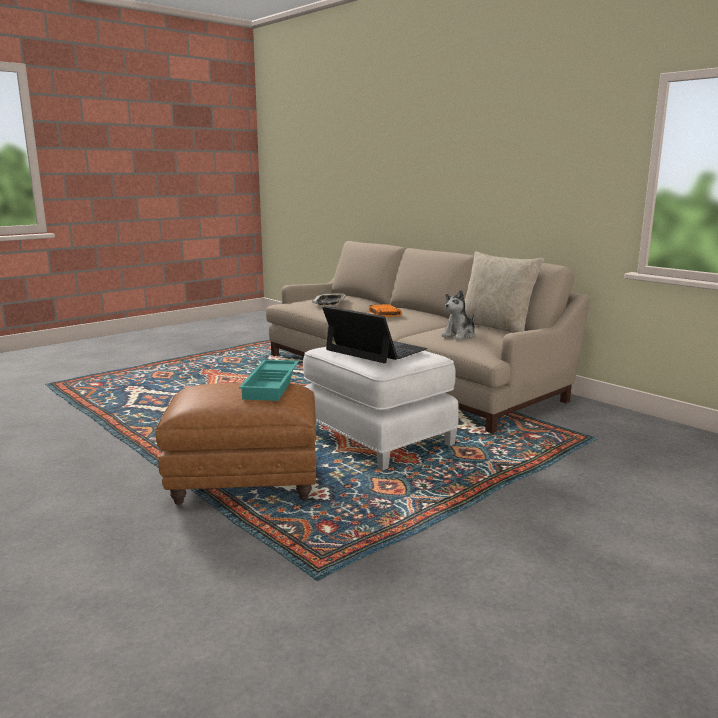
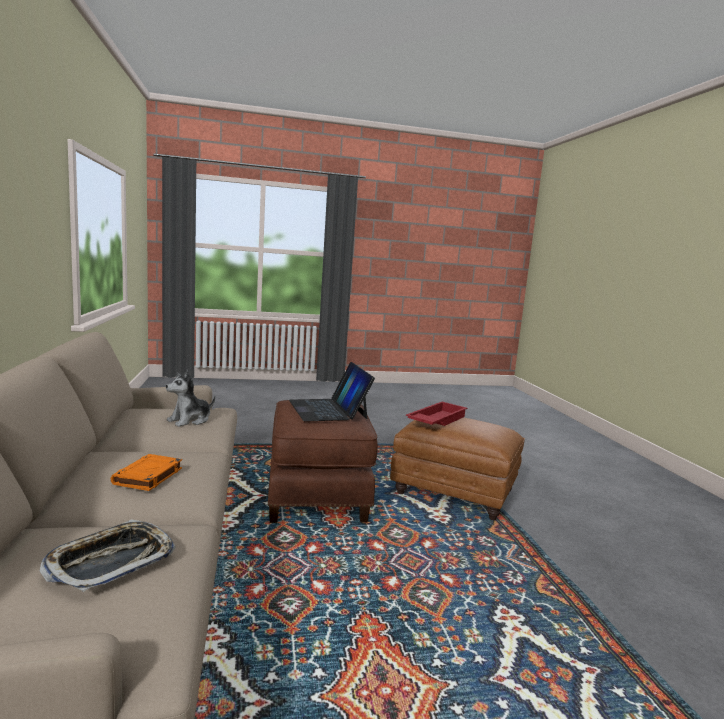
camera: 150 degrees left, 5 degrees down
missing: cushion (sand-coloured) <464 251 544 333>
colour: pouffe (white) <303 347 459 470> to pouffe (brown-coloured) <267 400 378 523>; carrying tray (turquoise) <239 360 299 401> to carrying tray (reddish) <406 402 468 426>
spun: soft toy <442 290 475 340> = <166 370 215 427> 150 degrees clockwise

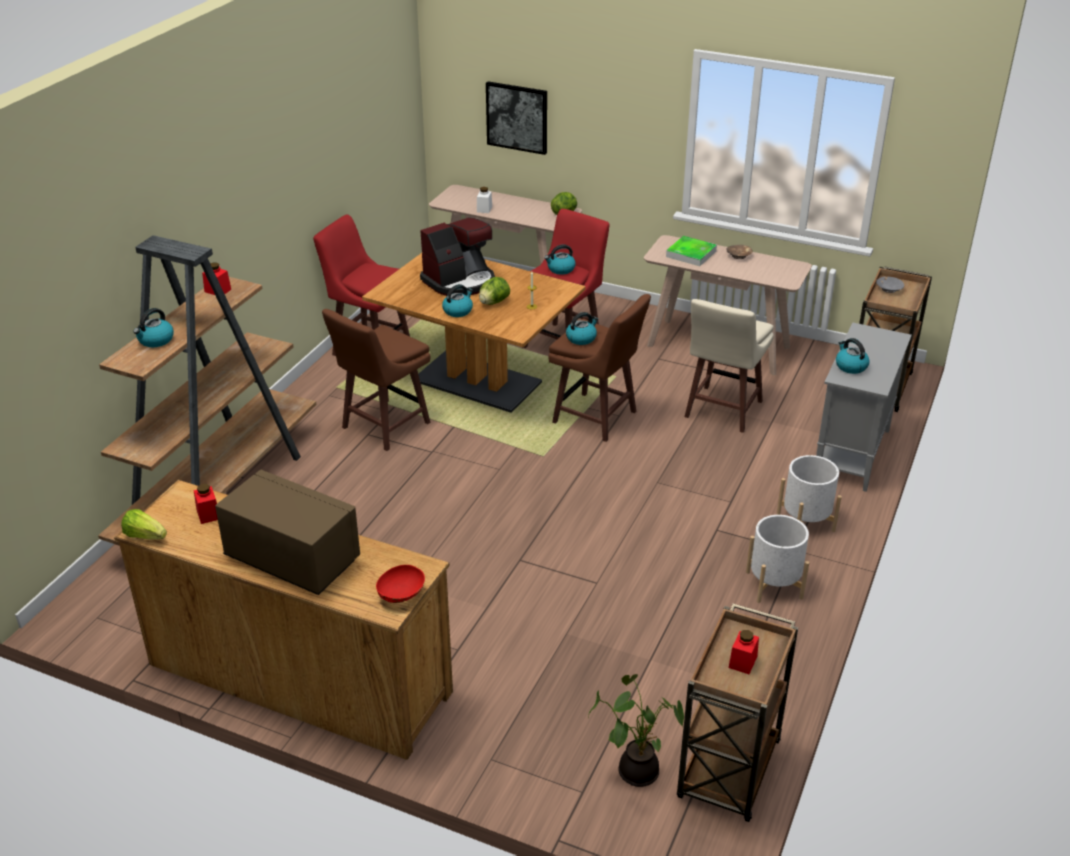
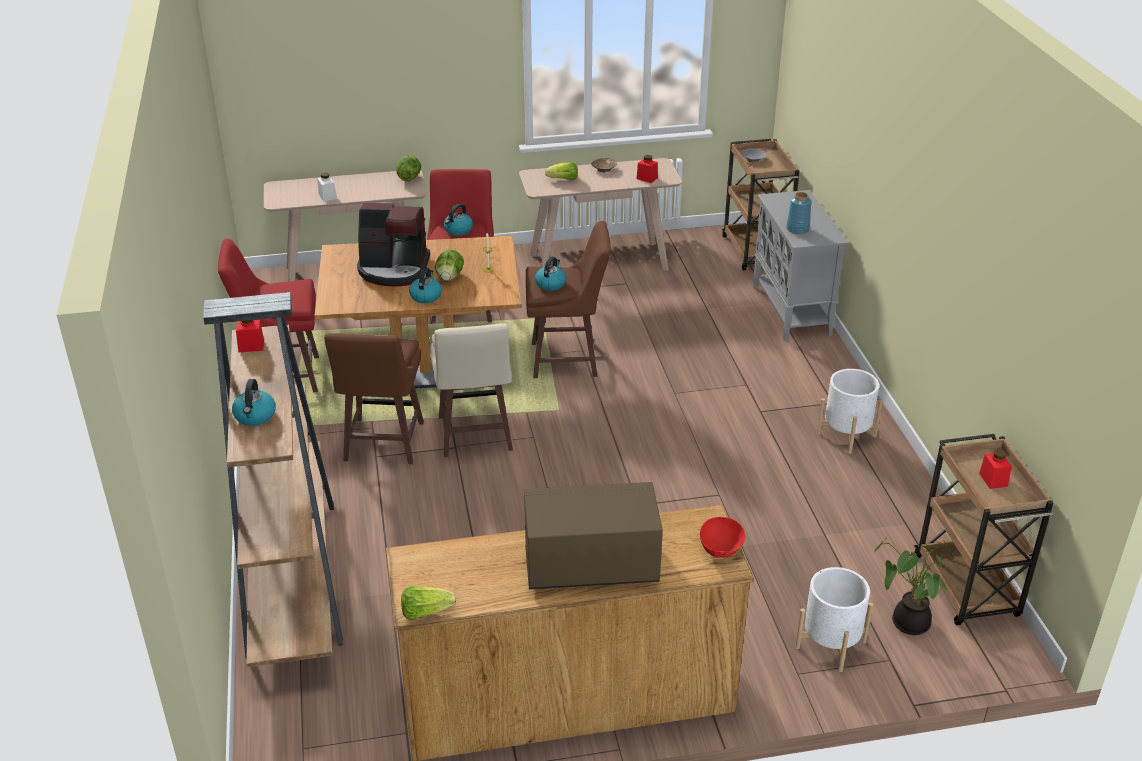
camera: 35 degrees left, 0 degrees up
missing: wall art <486 81 547 155>
relocated: stool seat (sand-coloured) <685 299 774 433> to <431 323 513 457>; plant pot (white) <777 455 842 532> to <795 567 873 672>; preserve jar (reddish) <194 484 218 524> to <637 155 658 183>
exchanged: carrying tray <666 236 717 266> to lettuce head <545 162 578 180>; water kettle <836 338 870 374> to decorative vase (blue-coloured) <786 192 811 234>
spun: coffee brewer <420 217 495 296> = <357 203 430 286> 75 degrees clockwise

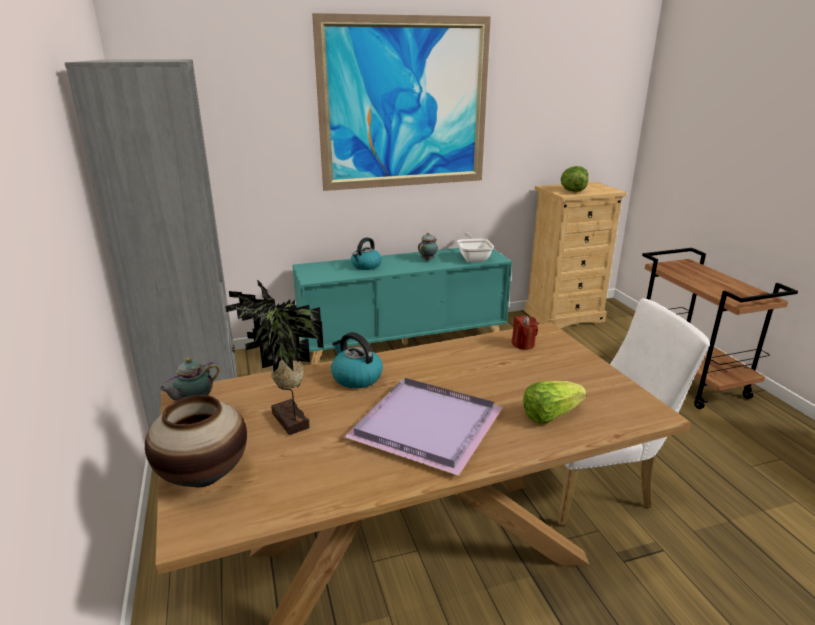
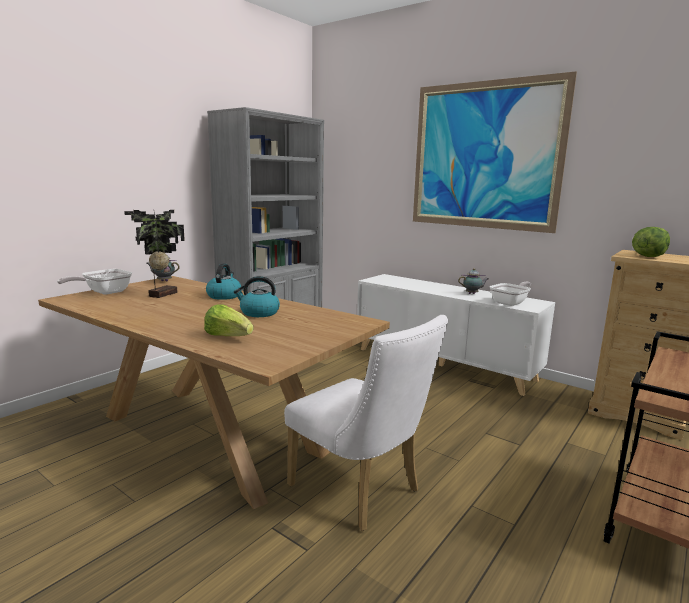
camera: 55 degrees right, 10 degrees down
missing: wax light (reddish) <512 315 538 350>; carrying tray (purplish) <344 378 503 476>
relocated: water kettle <351 237 382 270> to <234 276 280 317>
exchanged: decorative vase <145 395 247 487> to skillet <57 269 132 295>
colour: cabinet (turquoise) <292 248 512 364> to cabinet (white) <357 274 555 396>

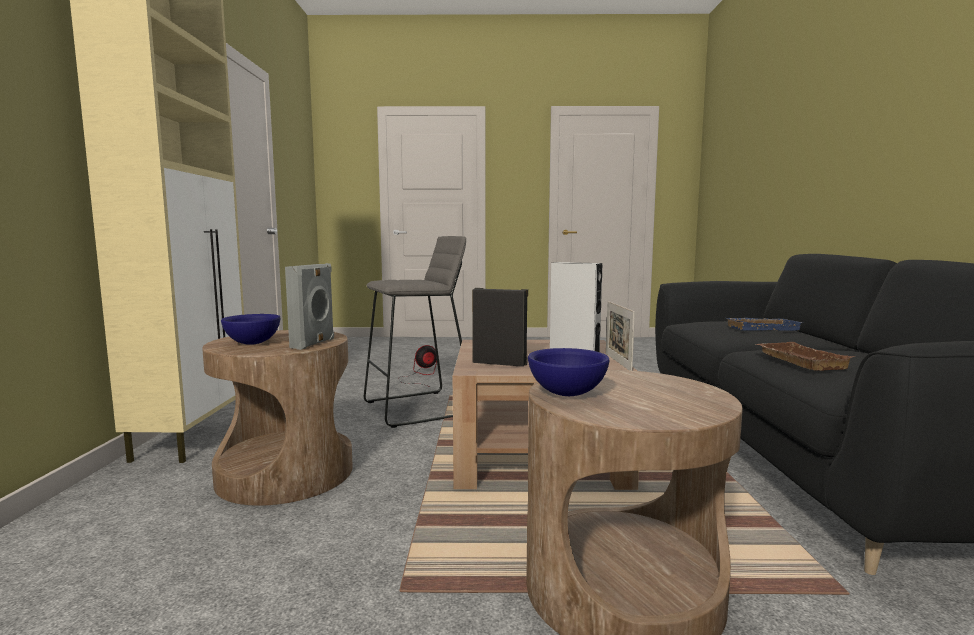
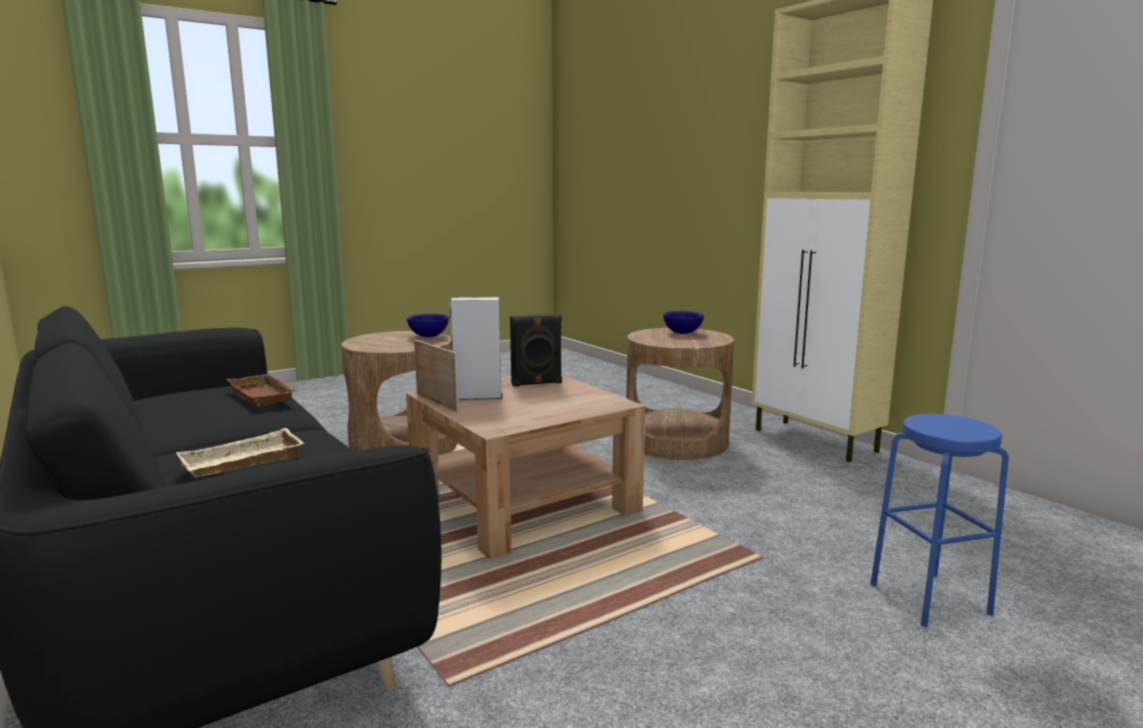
camera: 145 degrees right, 5 degrees up
missing: stool seat (grey) <364 236 466 428>; loudspeaker (grey) <285 263 334 350>
exchanged: fan <398 345 437 388> to stool seat (blue-coloured) <870 414 1009 627>
colour: carrying tray (blue-coloured) <724 317 803 331> to carrying tray (sand-coloured) <176 428 304 477>

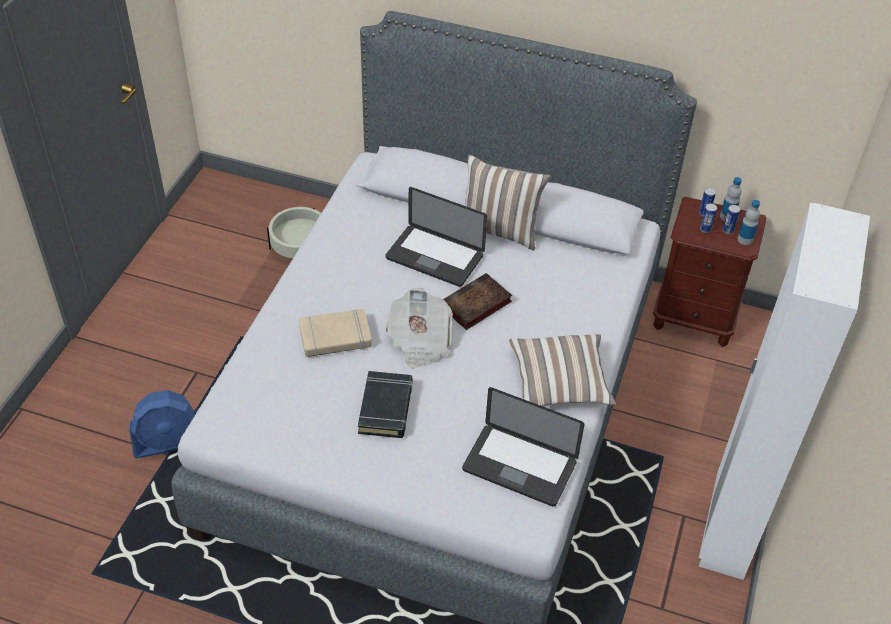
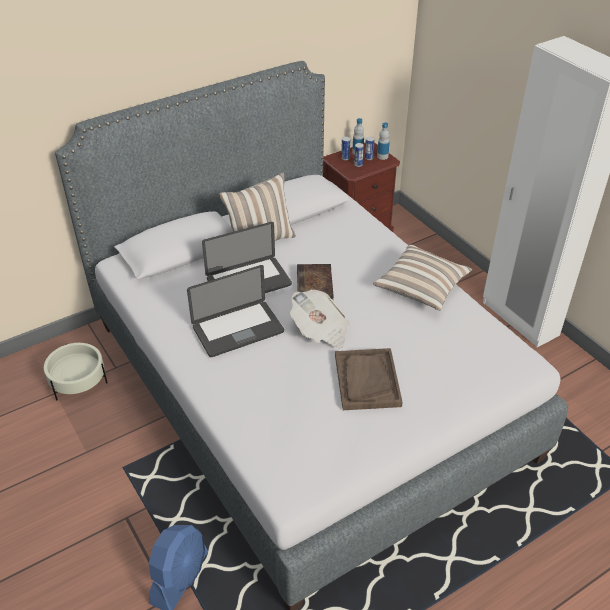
camera: 50 degrees left, 5 degrees down
missing: book (sand-coloured) <299 309 372 357>
relocated: portable computer <462 387 585 507> to <187 265 284 357>
exchanged: book (blackish) <358 371 412 438> to carrying tray (brown-coloured) <335 348 403 410>

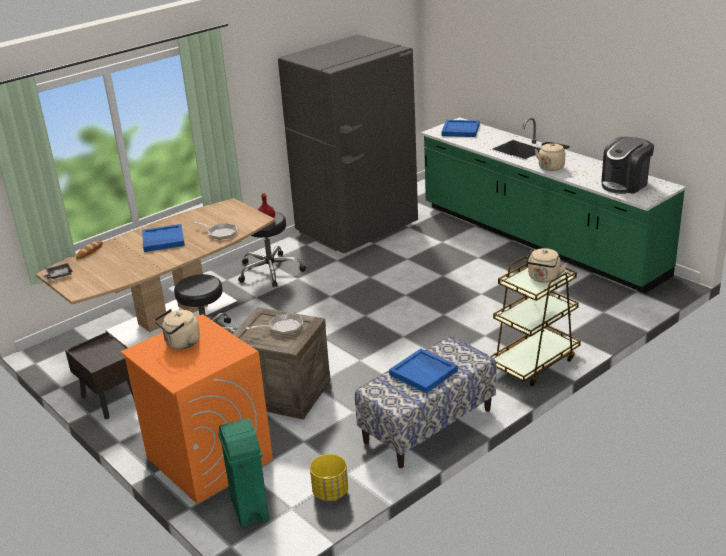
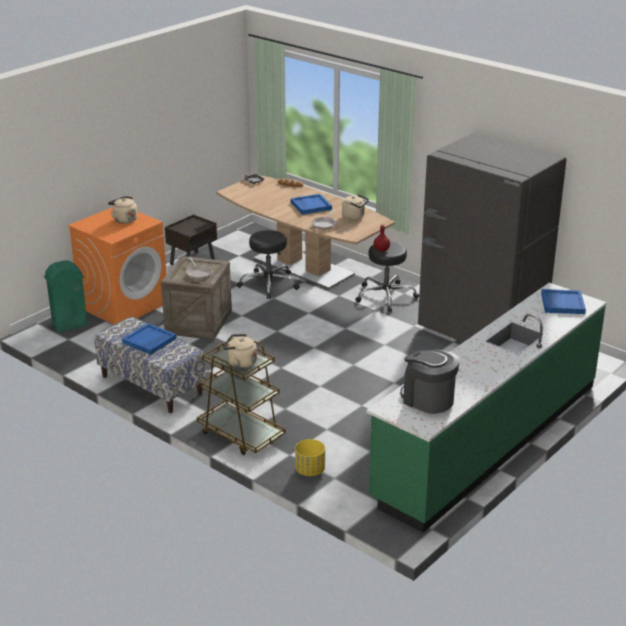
camera: 80 degrees right, 0 degrees up
relocated: water kettle (sand-coloured) <535 142 570 171> to <342 194 369 220>; plant pot (yellow-coloured) <310 454 348 501> to <295 439 325 476>

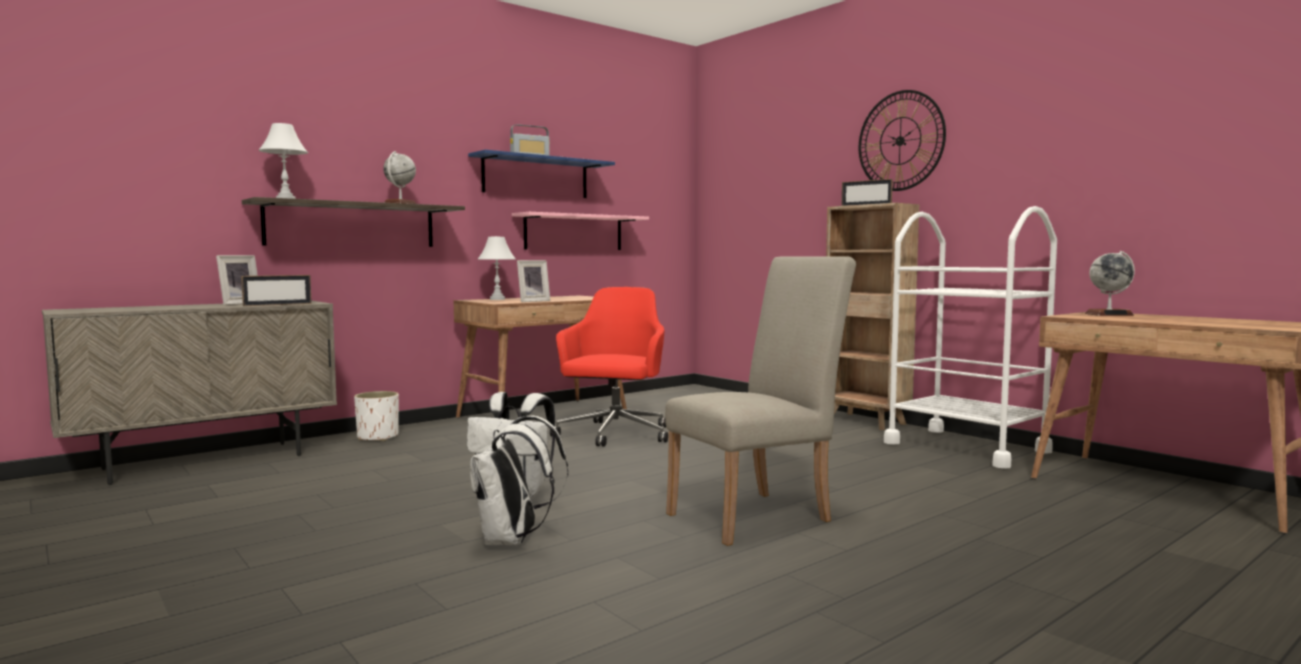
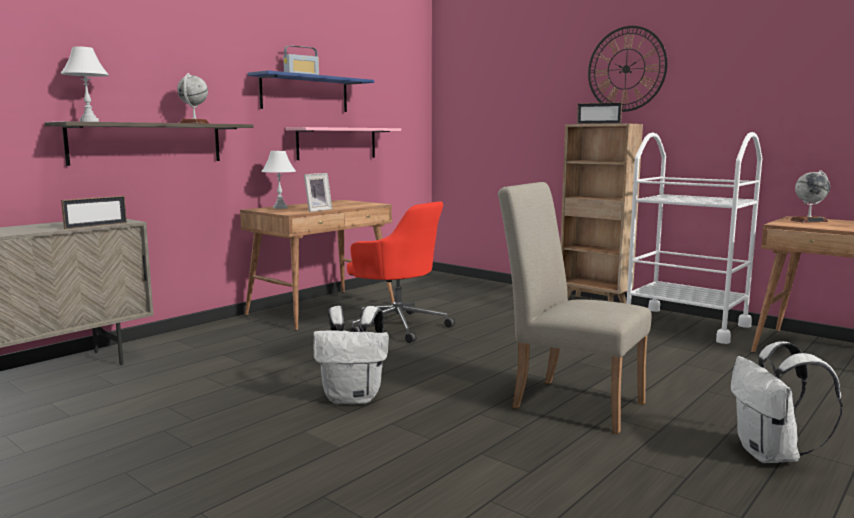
camera: 10 degrees left, 5 degrees up
missing: picture frame <216 255 258 305>; plant pot (white) <354 391 399 441>
relocated: backpack (white) <470 415 568 545> to <731 341 843 463>
spun: upright chair (sand-coloured) <665 256 856 546> = <498 182 651 434> 105 degrees counterclockwise; desk chair (reddish) <550 287 668 447> = <347 201 455 343> 120 degrees clockwise

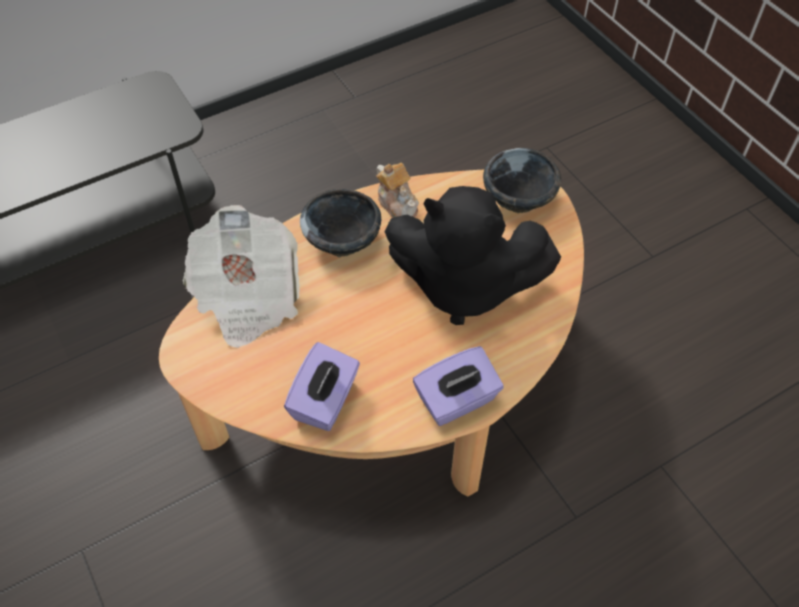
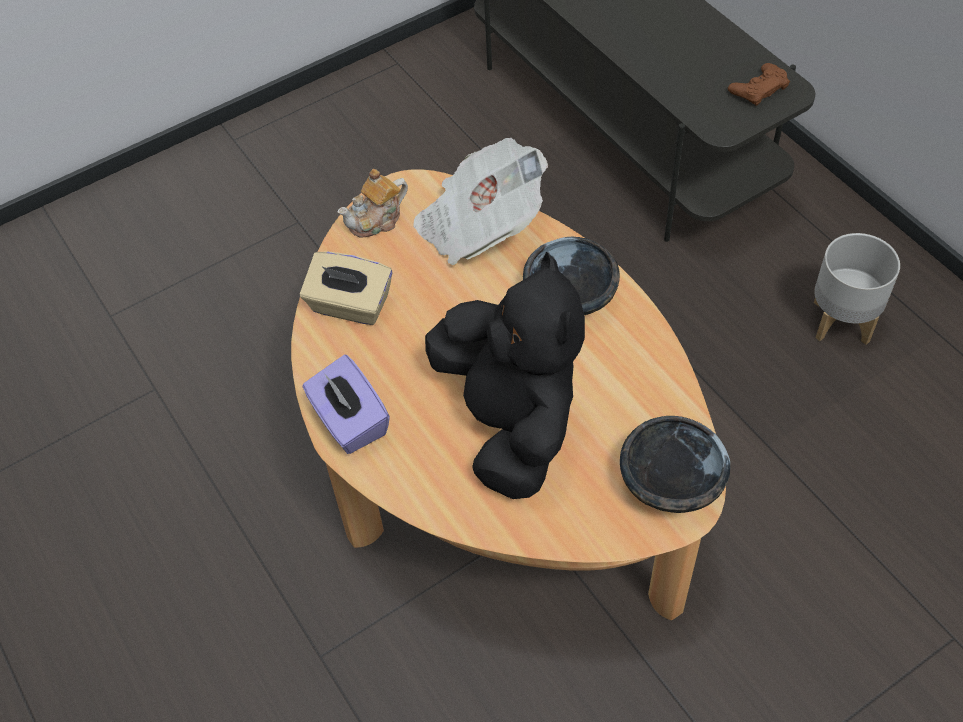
camera: 90 degrees right, 0 degrees up
appeared: game controller (brown-coloured) <728 63 790 106>; plant pot (grey) <814 233 900 345>
relocated: tea pot <376 163 419 218> to <337 169 408 237>
colour: tissue holder (purplish) <284 342 360 431> to tissue holder (sand-coloured) <300 251 392 325>
spun: soft toy (blackish) <384 186 561 325> = <425 252 585 499> 150 degrees clockwise

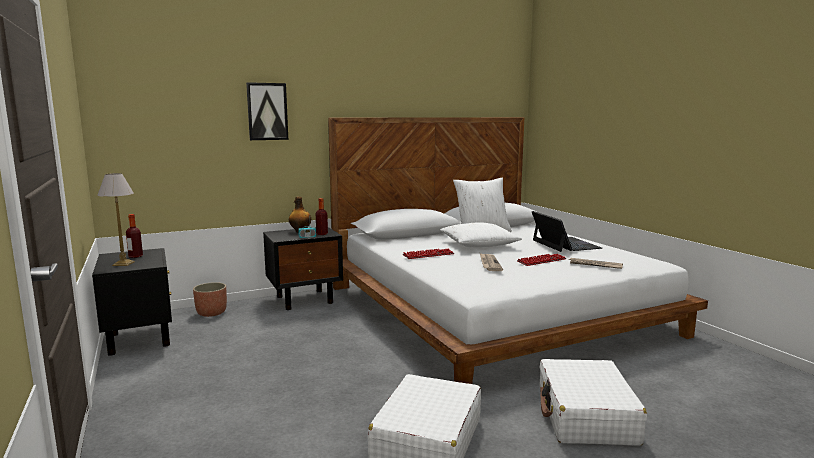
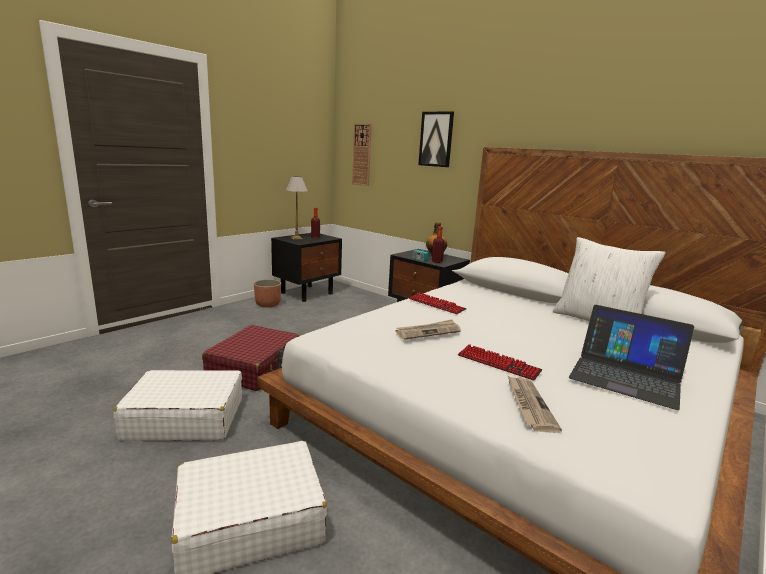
camera: 65 degrees right, 5 degrees up
missing: cushion (white) <440 223 522 247>
appeared: wall clock <352 124 372 186>; suitcase (reddish) <202 325 299 391>
relocated: plant pot <193 282 227 317> to <254 279 281 308>
spun: portable computer <532 211 602 252> = <569 305 694 410> 75 degrees clockwise

